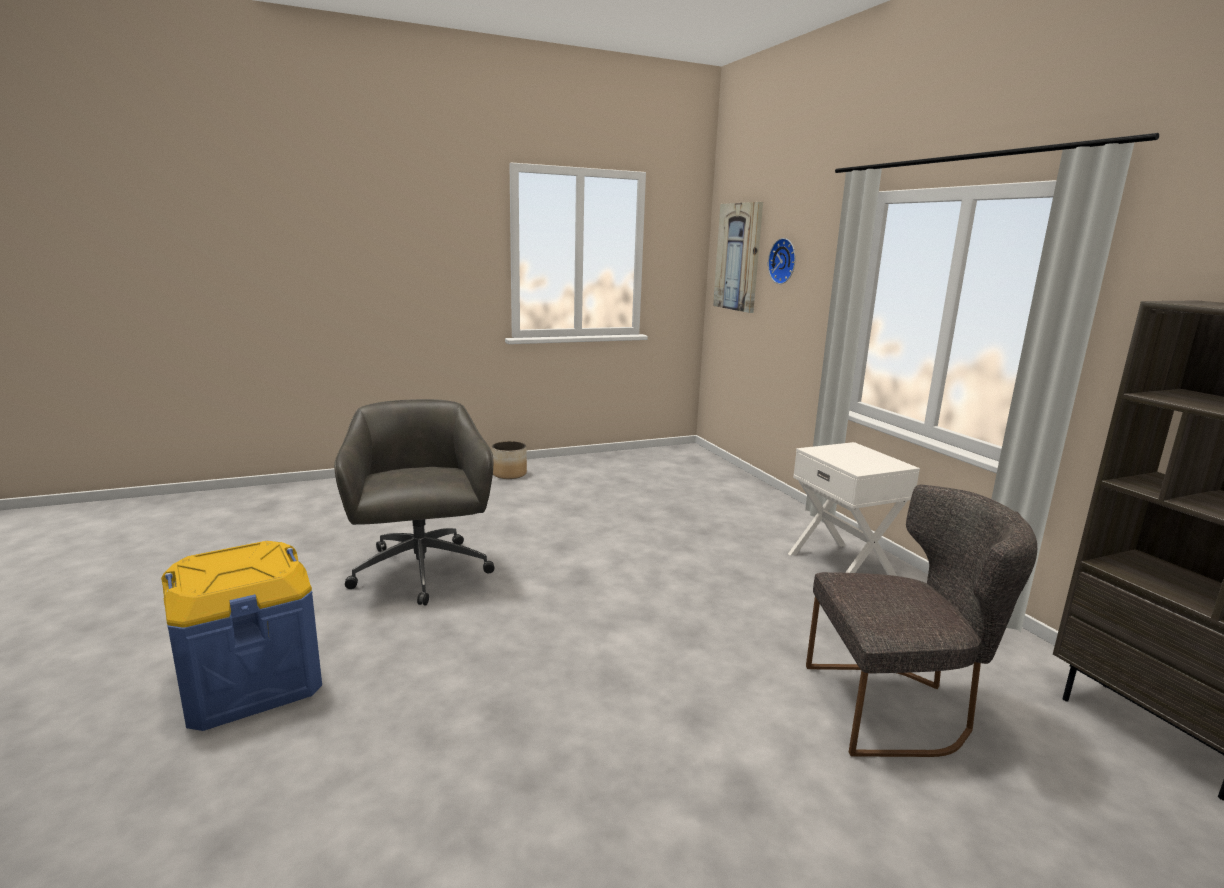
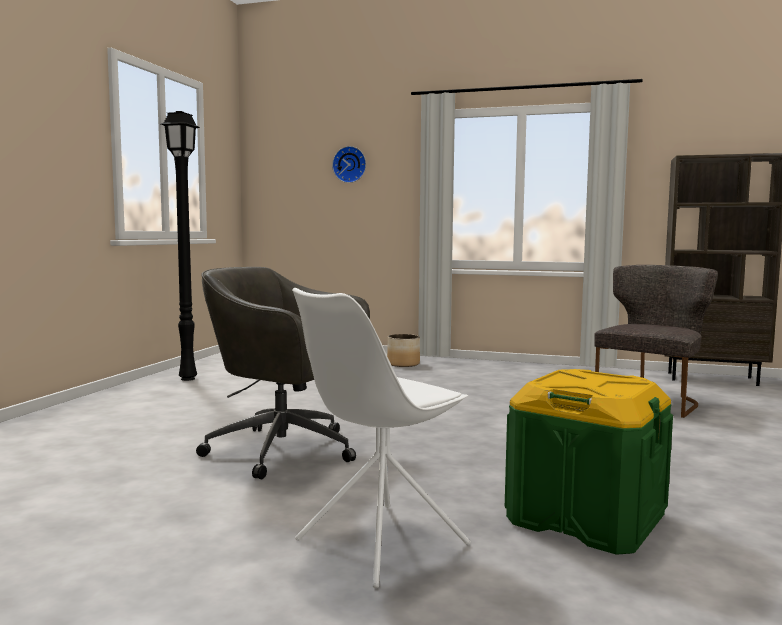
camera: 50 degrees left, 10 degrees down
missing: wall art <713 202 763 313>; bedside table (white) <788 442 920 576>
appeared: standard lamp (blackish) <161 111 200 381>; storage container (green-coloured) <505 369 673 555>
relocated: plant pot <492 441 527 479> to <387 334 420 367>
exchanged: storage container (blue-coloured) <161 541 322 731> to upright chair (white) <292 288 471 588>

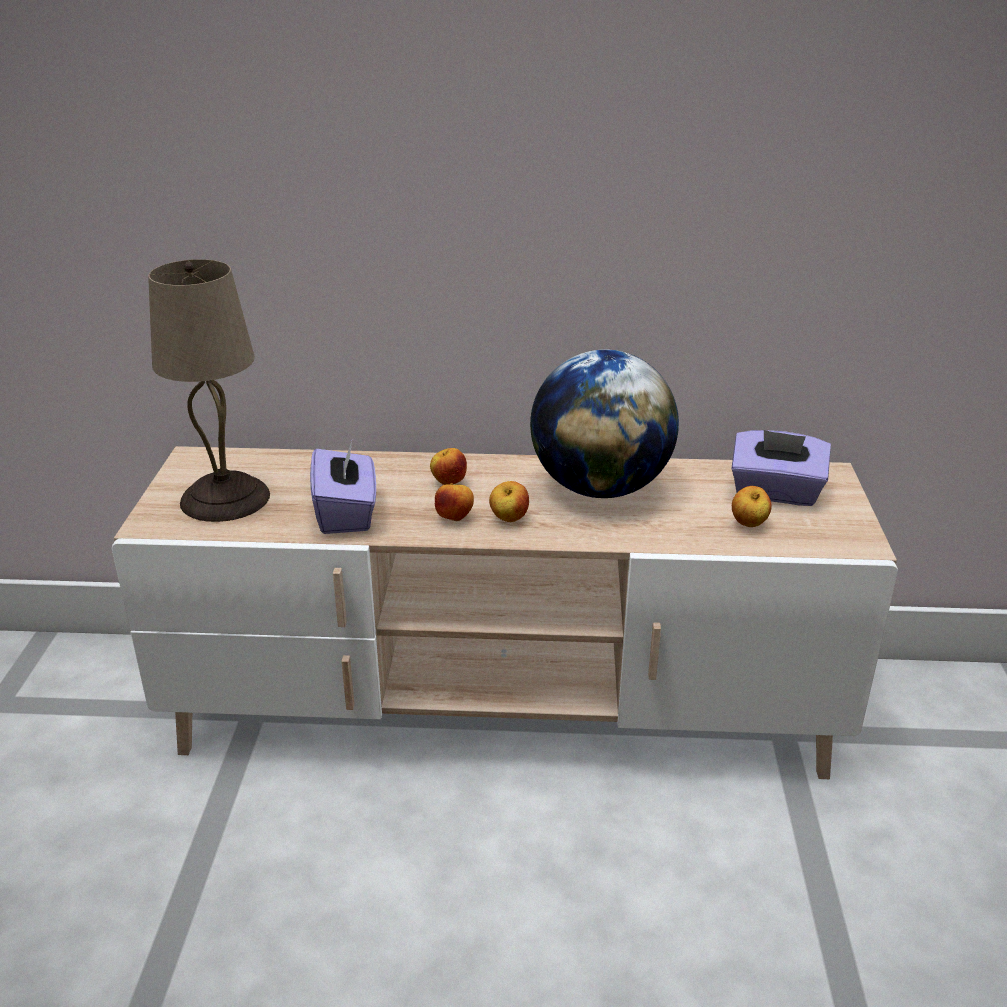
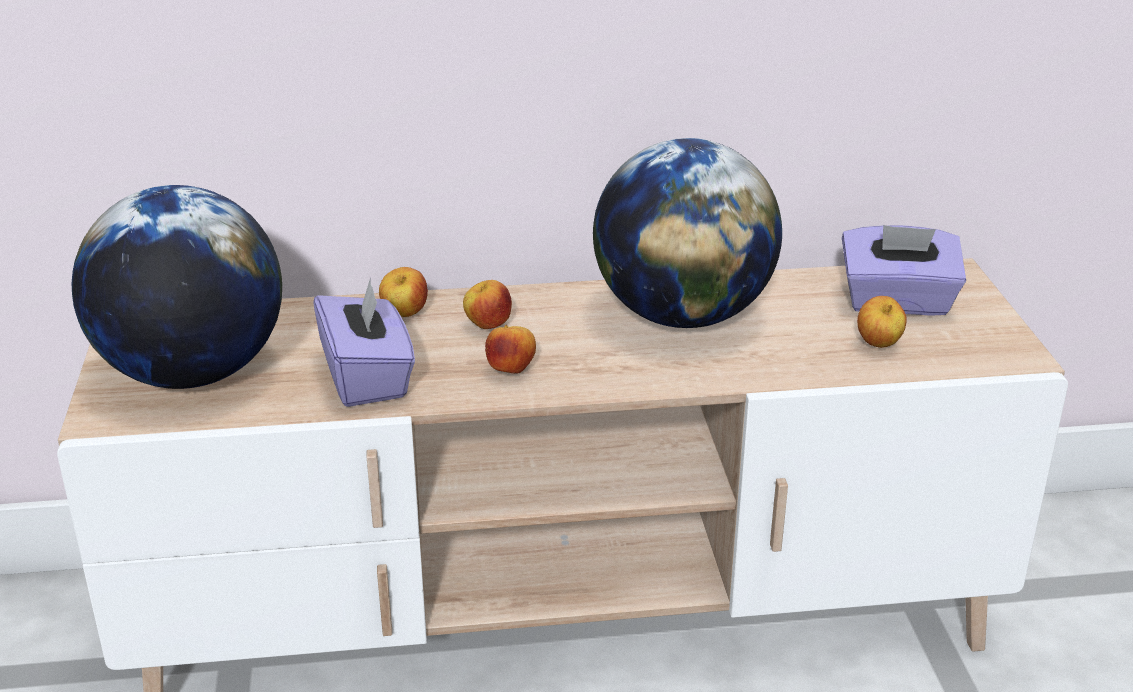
camera: 10 degrees left, 0 degrees up
relocated: whole apple <489 481 529 522> to <379 267 428 317>
exchanged: lamp for a table (sand-coloured) <148 259 270 522> to world globe <72 185 282 389>

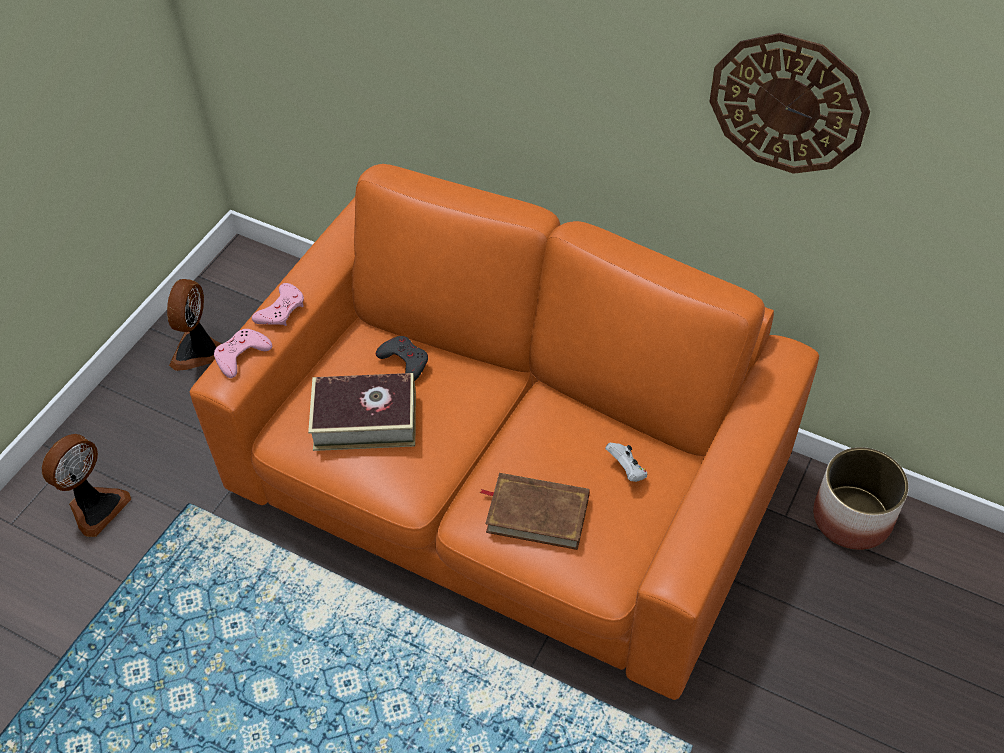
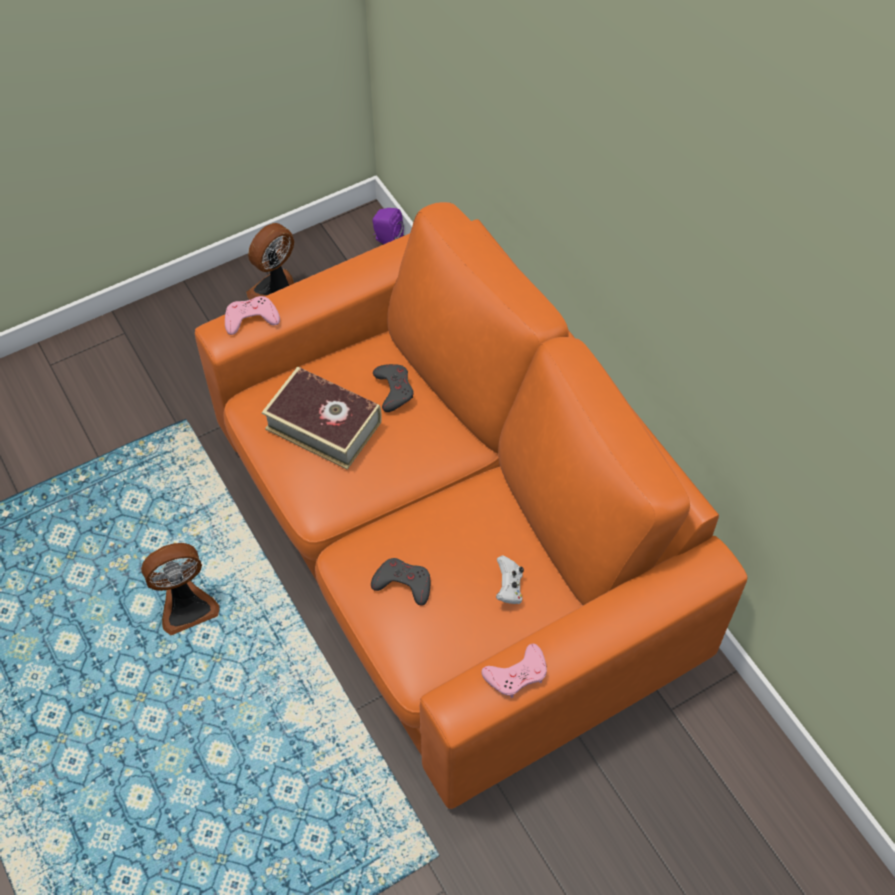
camera: 30 degrees right, 5 degrees up
missing: wall clock <709 33 870 174>; plant pot <813 447 909 550>
appeared: loudspeaker (purplish) <372 208 404 244>
relocated: game controller (pinkish) <252 283 304 326> to <481 644 547 698>; fan <42 434 131 537> to <141 543 220 635>
exchanged: book (brown-coloured) <480 473 590 550> to game controller (grey) <371 558 431 606>

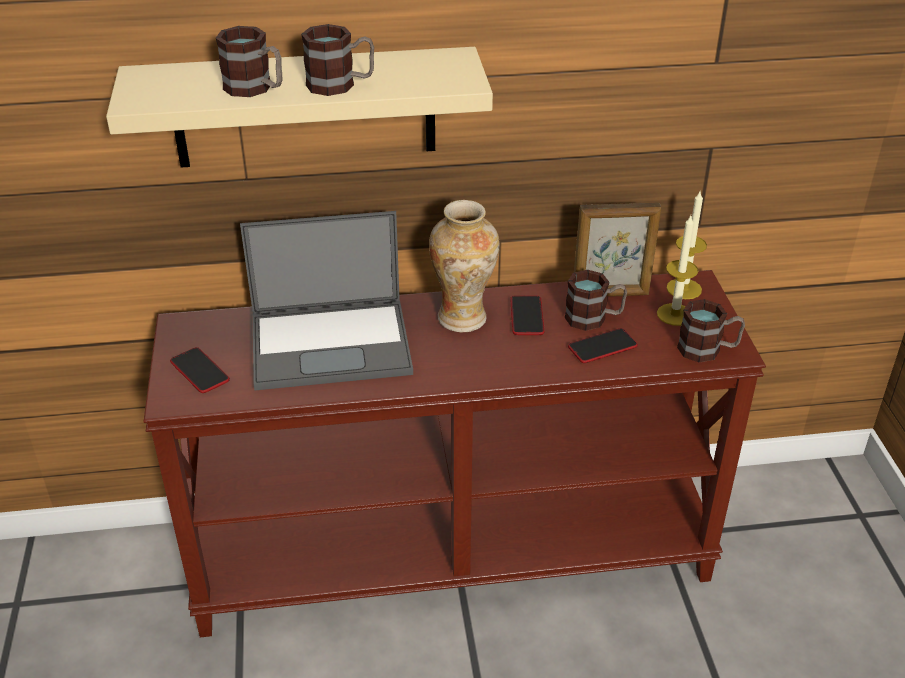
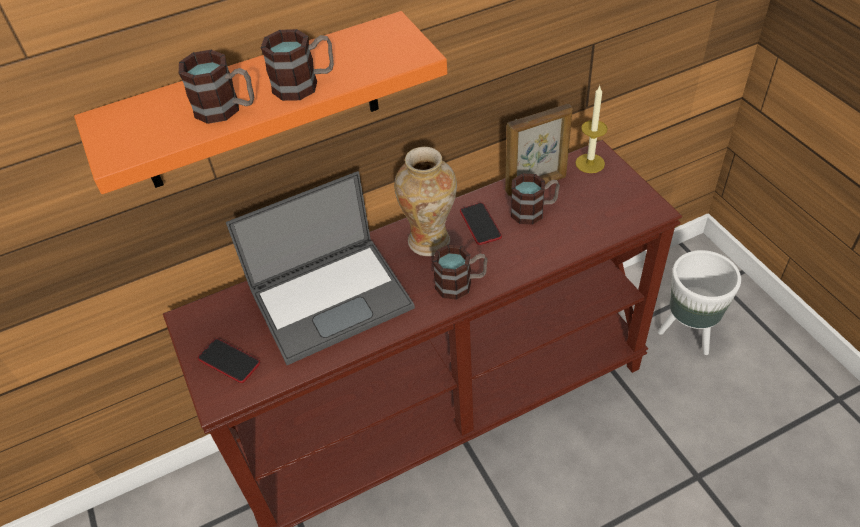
camera: 15 degrees left, 10 degrees up
missing: wax light <657 216 698 326>; handset <568 328 638 363>
appeared: plant pot (white) <658 250 741 355>
relocated: tea mug <677 299 745 362> to <433 245 487 300>
colour: wall shelf (sand-coloured) <106 47 493 168> to wall shelf (orangey) <74 11 447 194>

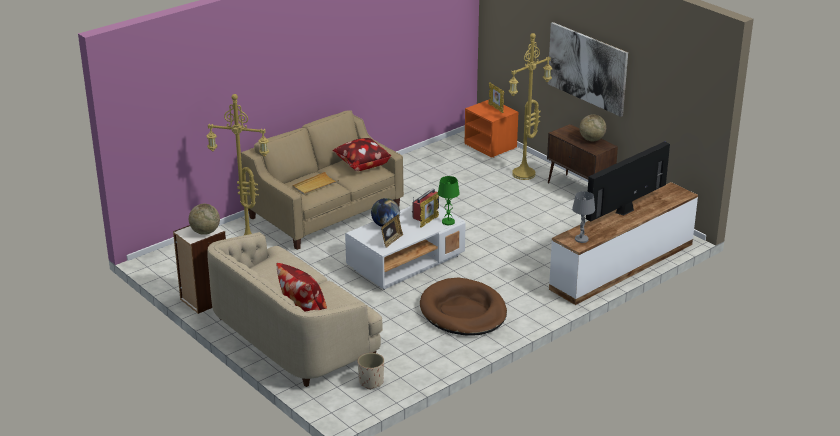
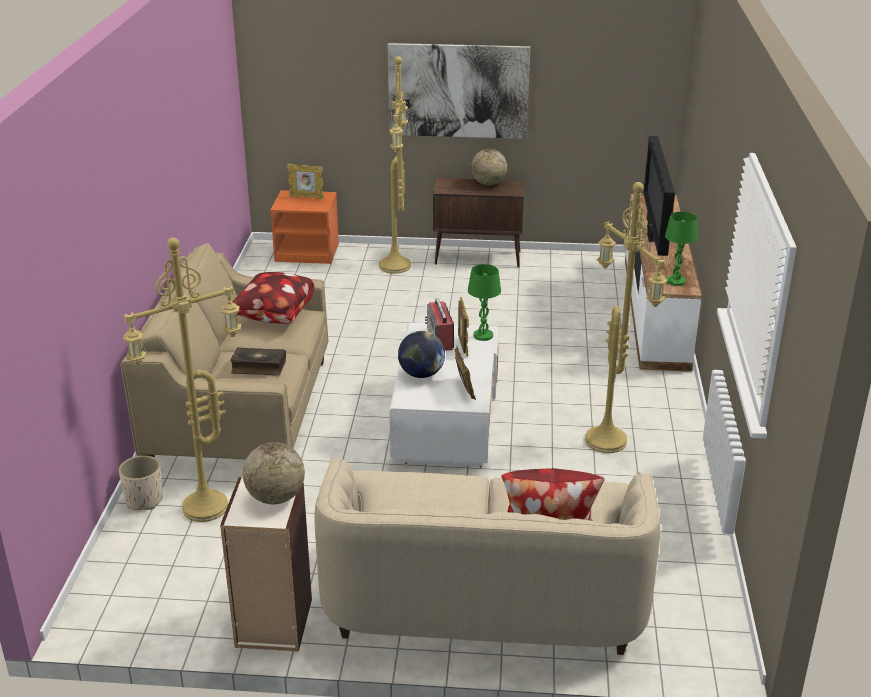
camera: 45 degrees left, 0 degrees up
relocated: plant pot (sand-coloured) <358 353 384 390> to <118 455 163 510>
exchanged: carrying tray (sand-coloured) <292 172 339 196> to book <230 347 286 375>; pet bed (brown-coloured) <420 278 507 336> to standard lamp (yellow-coloured) <585 182 668 453>
colour: lamp for a table (grey) <572 191 595 243> to lamp for a table (green-coloured) <665 212 698 286>

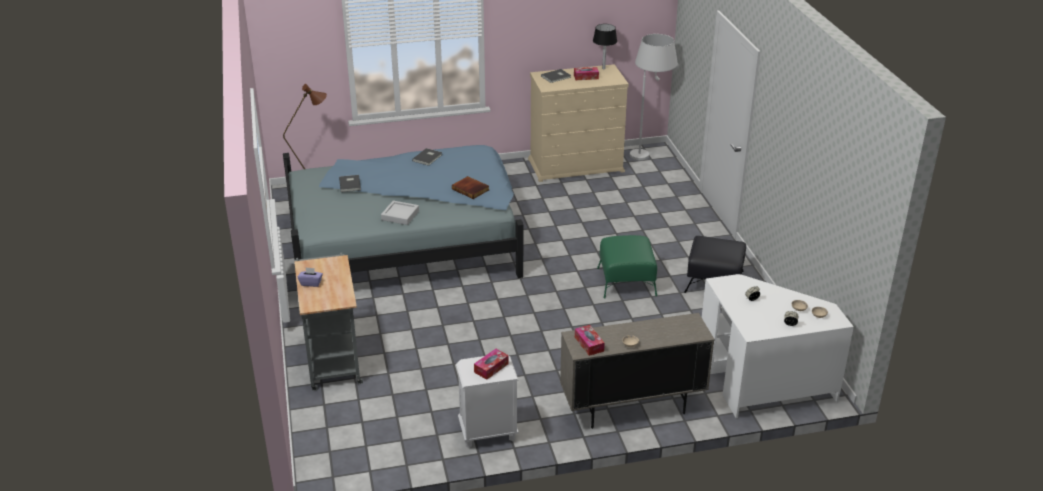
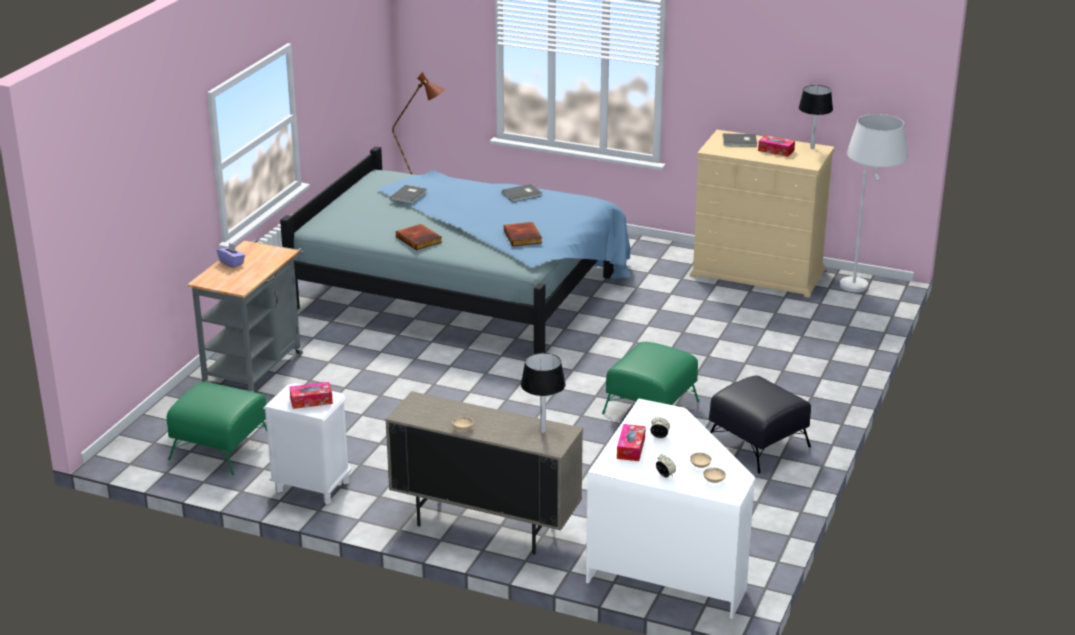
camera: 35 degrees right, 5 degrees down
appeared: lamp for a table (blackish) <521 353 566 433>; pouffe (green-coloured) <167 382 267 476>
relocated: tissue holder <575 325 605 356> to <617 424 646 461>
exchanged: carrying tray (grey) <381 200 419 225> to book <396 224 442 250>

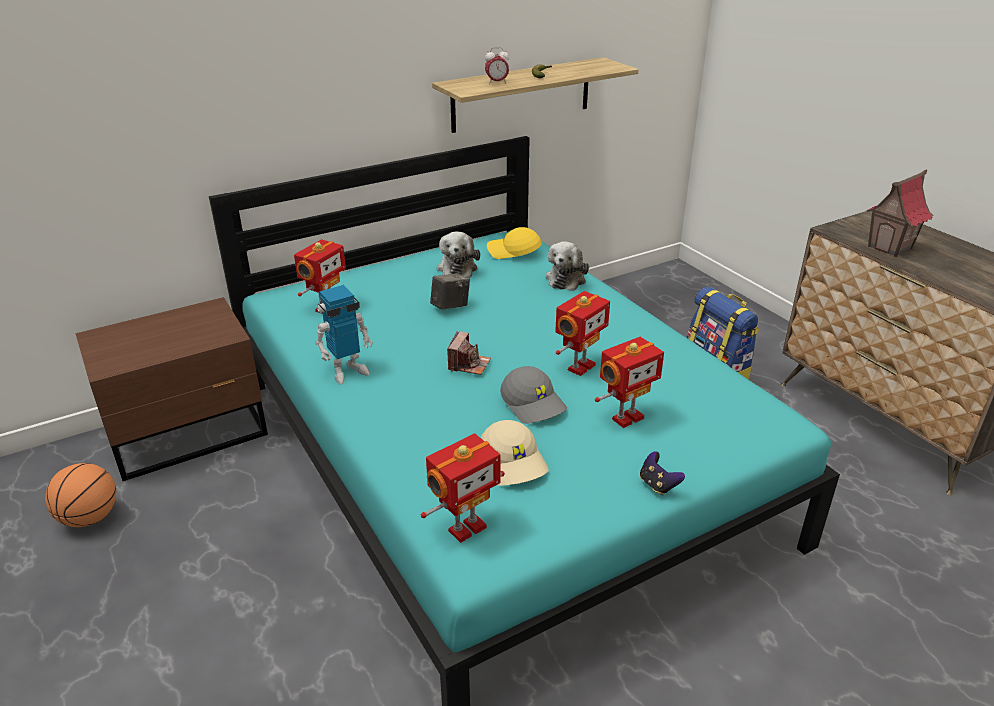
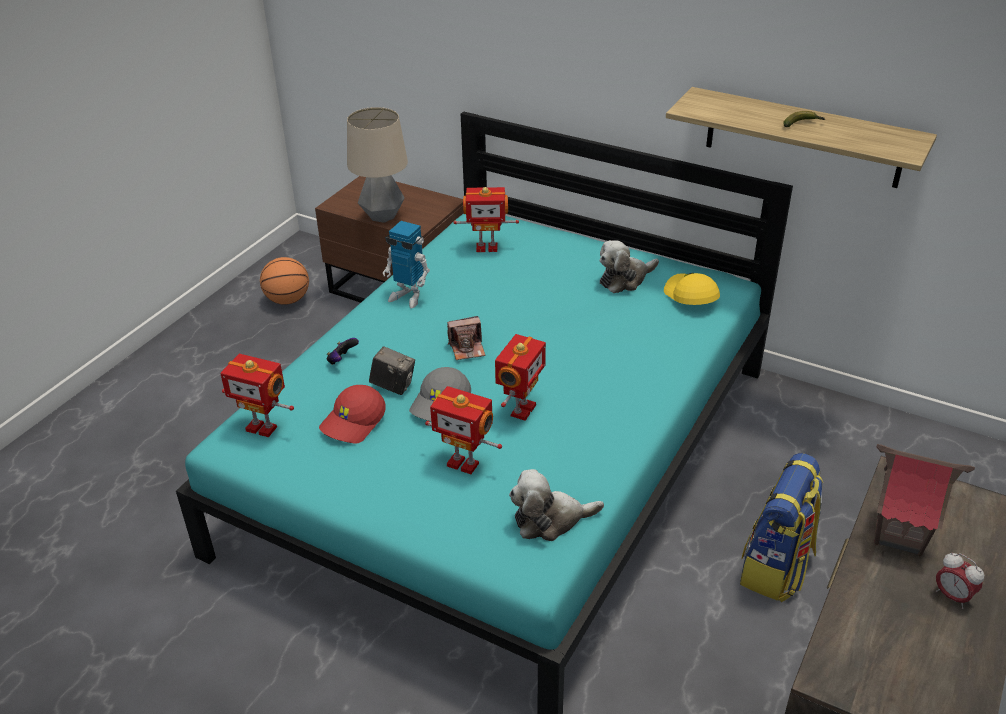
camera: 60 degrees right, 5 degrees up
appeared: lamp for a table <347 107 408 223>
relocated: alarm clock <485 47 509 84> to <936 553 984 609>; soft toy <545 241 589 291> to <509 469 604 541>; photo camera <430 273 470 310> to <369 346 415 395>; game controller <640 451 685 495> to <327 338 359 365>
colour: peaked cap (sand-coloured) <481 420 549 486> to peaked cap (reddish) <319 385 386 444>
spun: toy robot <555 291 610 376> = <495 334 546 421> 75 degrees counterclockwise

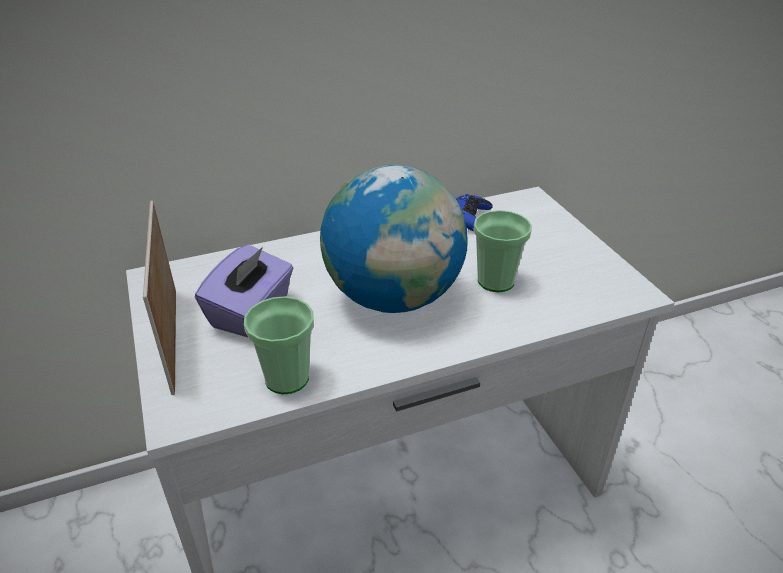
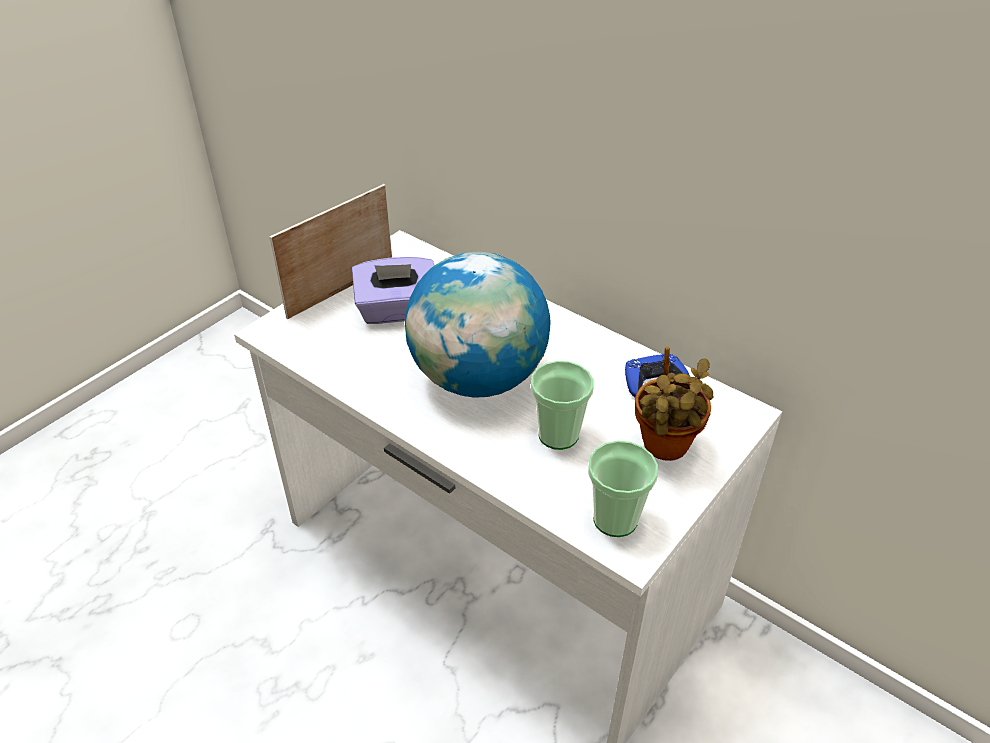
camera: 60 degrees right, 5 degrees up
appeared: potted plant <635 347 714 461>
relocated: small cup <244 296 314 395> to <588 441 658 537>

